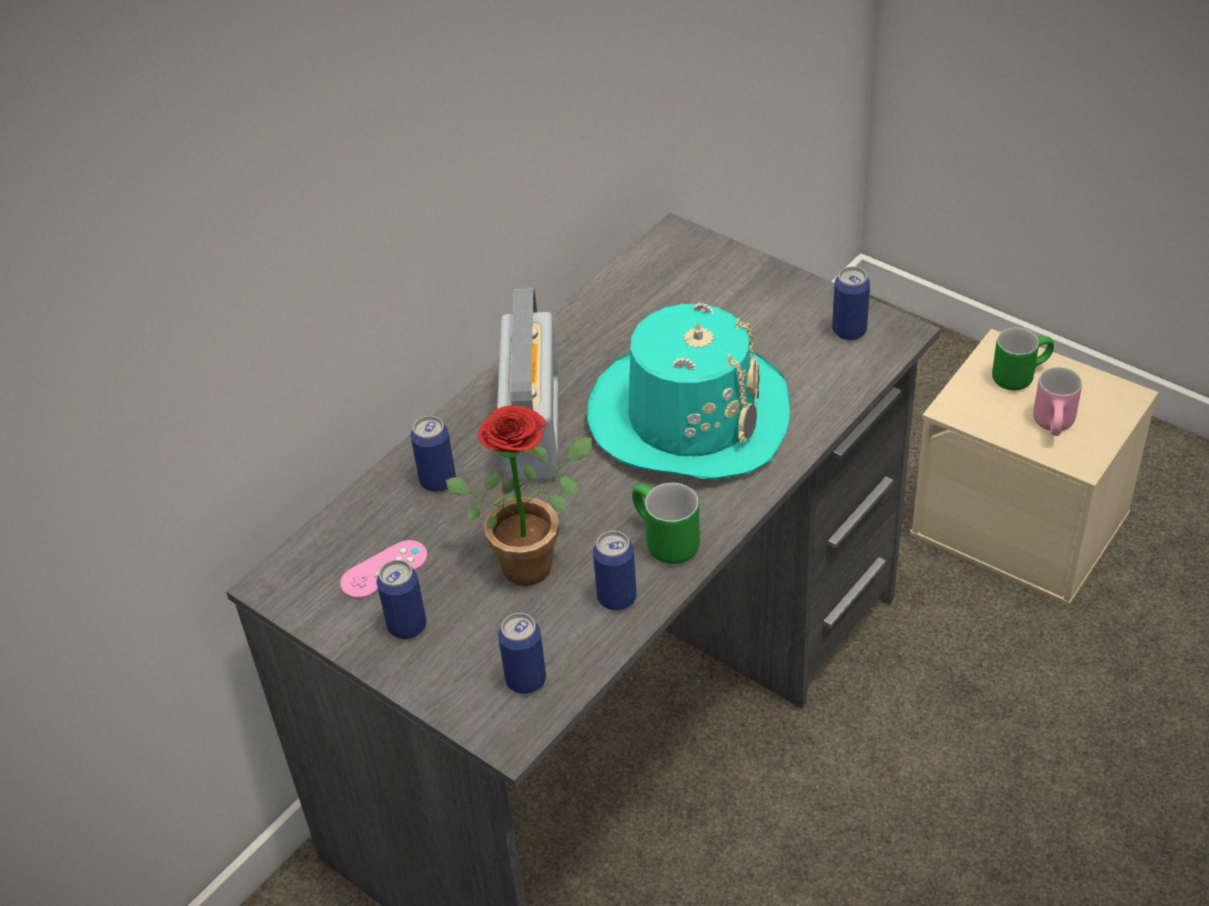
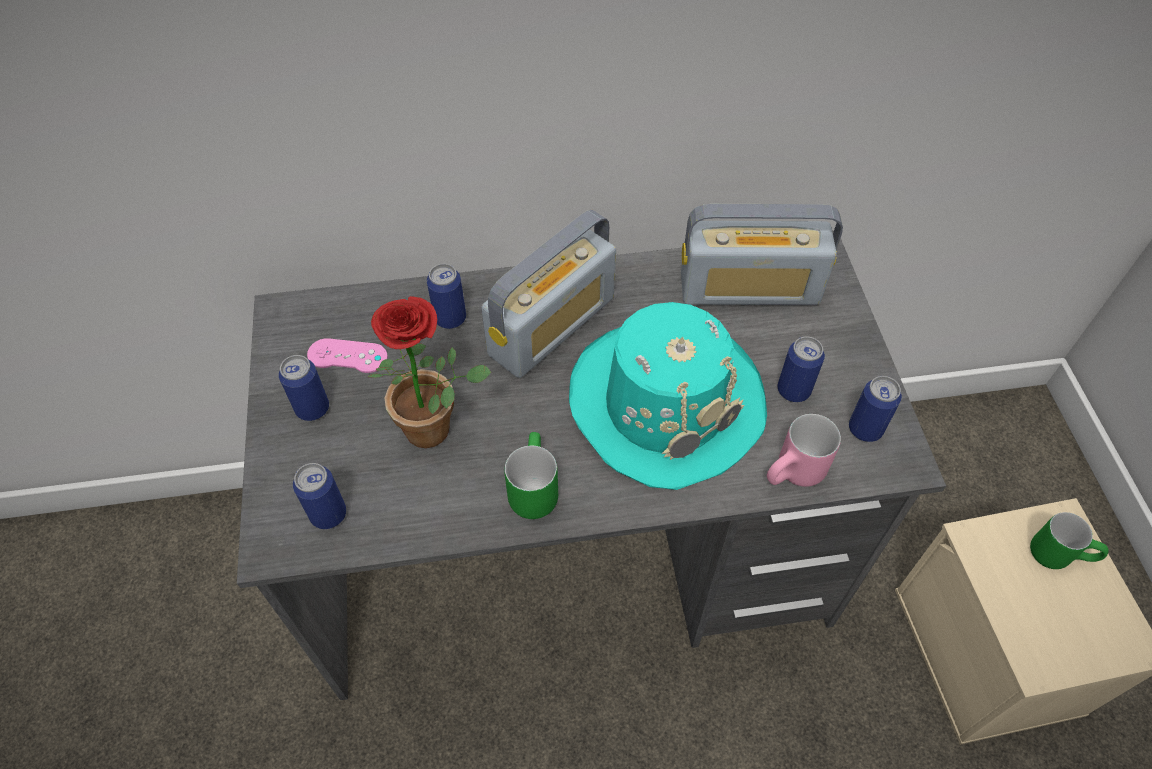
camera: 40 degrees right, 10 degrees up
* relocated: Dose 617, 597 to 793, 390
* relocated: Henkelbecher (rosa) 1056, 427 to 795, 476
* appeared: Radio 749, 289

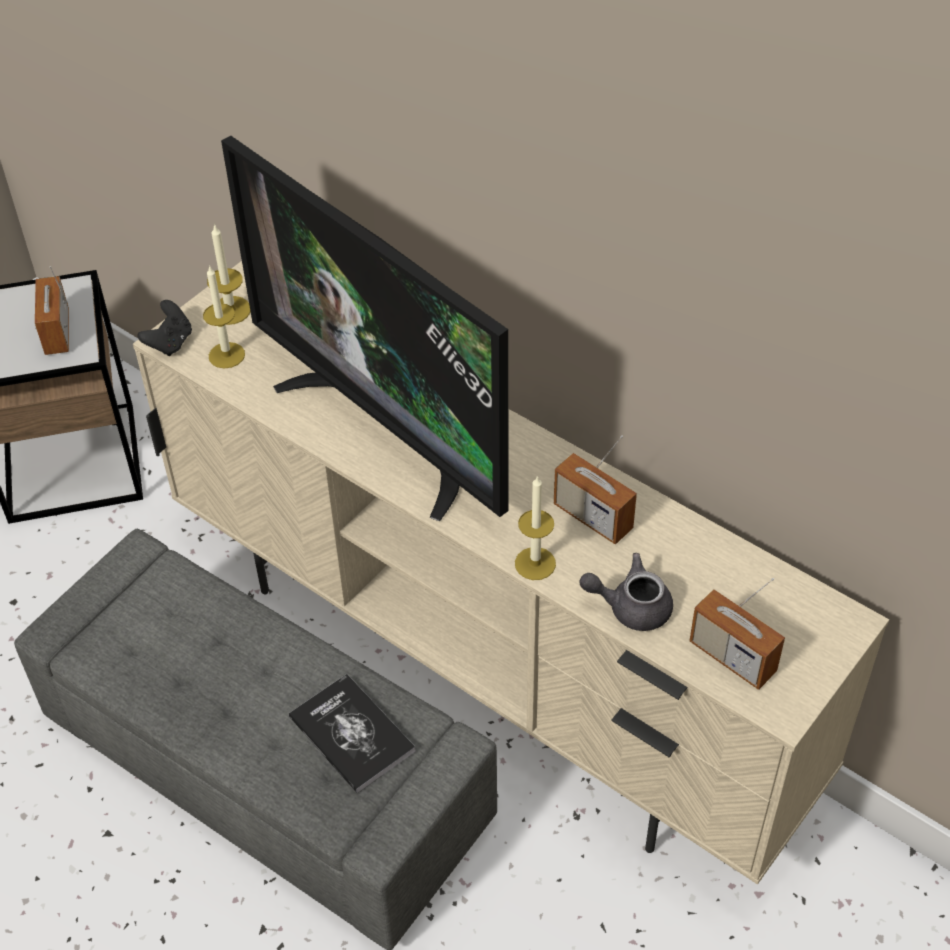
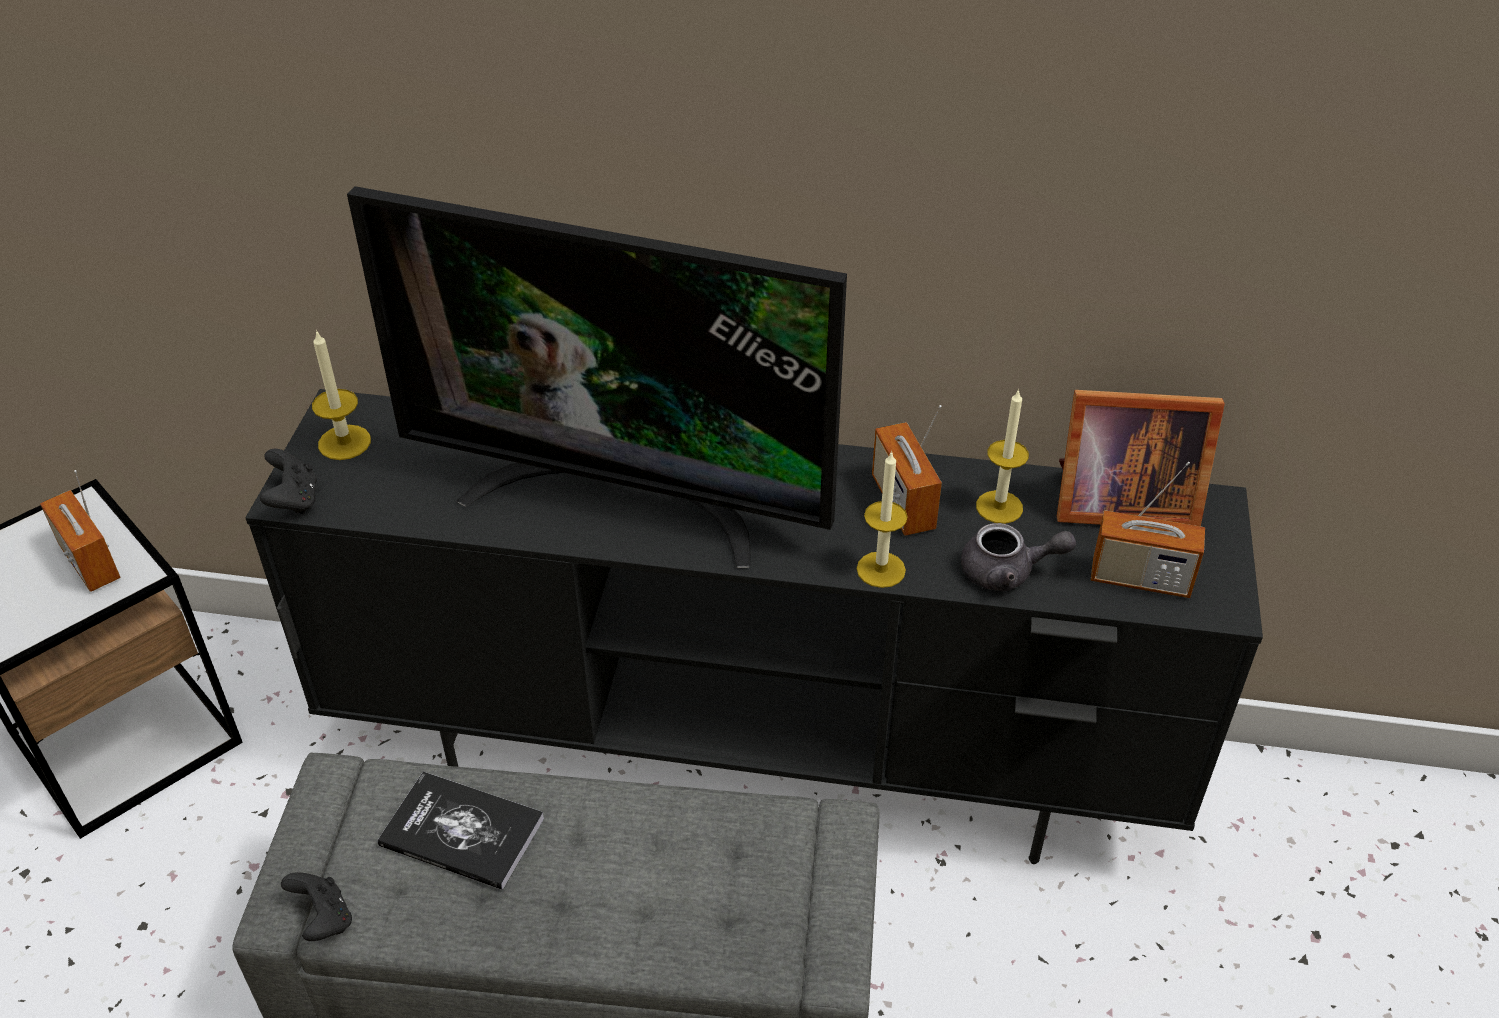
camera: 30 degrees left, 5 degrees down
* colour: Fernsehschrank (beige) 486, 672 to Fernsehschrank (schwarz) 755, 760
* relocated: Kerze 226, 355 to 999, 507
* relocated: Buch 351, 734 to 462, 832
* spun: Radio 592, 517 = 902, 503 60 degrees clockwise
* spun: Teekanne (grau) 630, 607 = 1007, 572 150 degrees counterclockwise
* appeared: Gamepad (schwarz) 323, 919
* appeared: Bilderrahmen 1118, 503

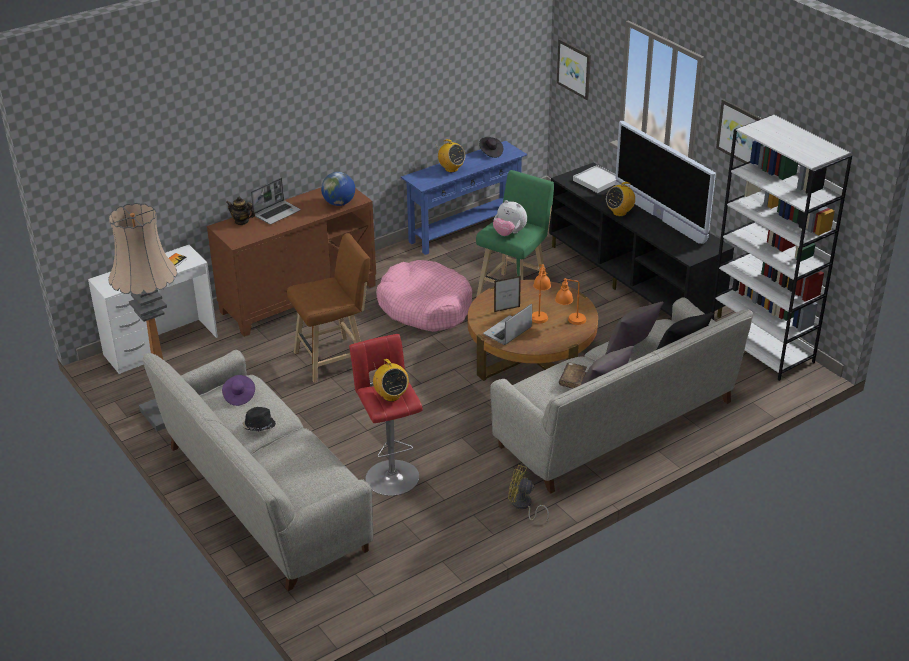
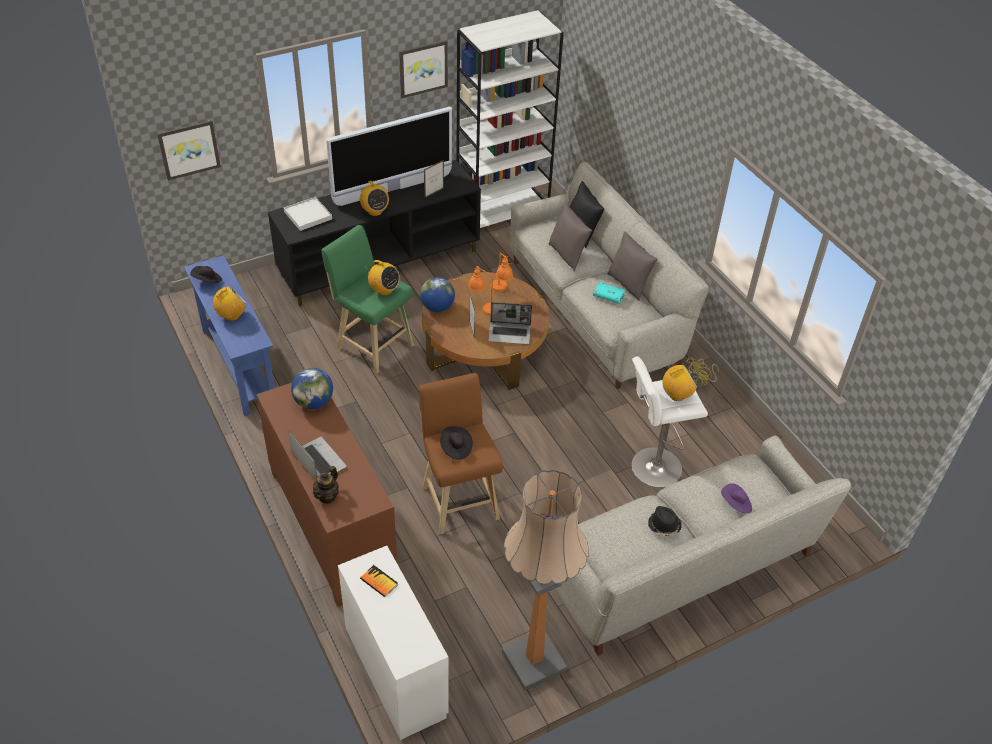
camera: 85 degrees left, 10 degrees up
* relocated: Hut (lila) 239, 396 to 735, 504
* colour: Hocker (rot) 390, 475 to Hocker (weiß) 652, 468
* missing: Hundebett (rosa) 425, 307
* spun: Laptop 507, 332 = 510, 333 45 degrees counterclockwise
* exchanged: Plüschtier 509, 233 to Radio 384, 290
* colour: Buch (braun) 572, 379 to Buch (türkis) 608, 296
* appeared: Globus 437, 307
* appeared: Bilderrahmen 434, 193
* appeared: Hut (schwarz) 455, 448

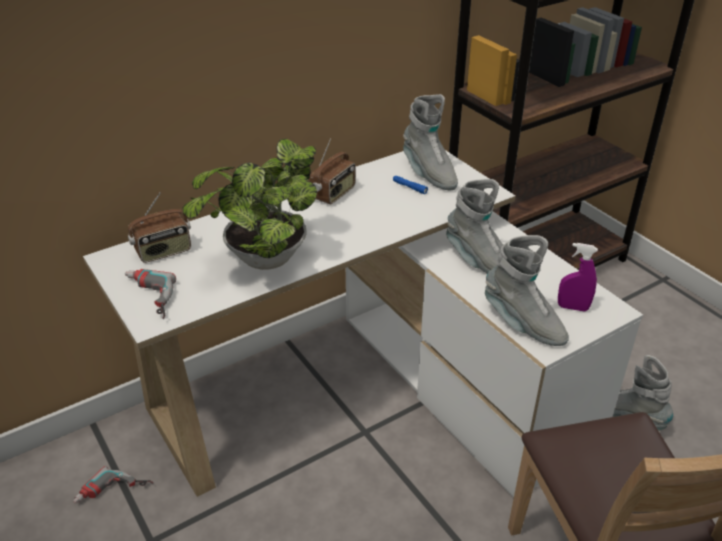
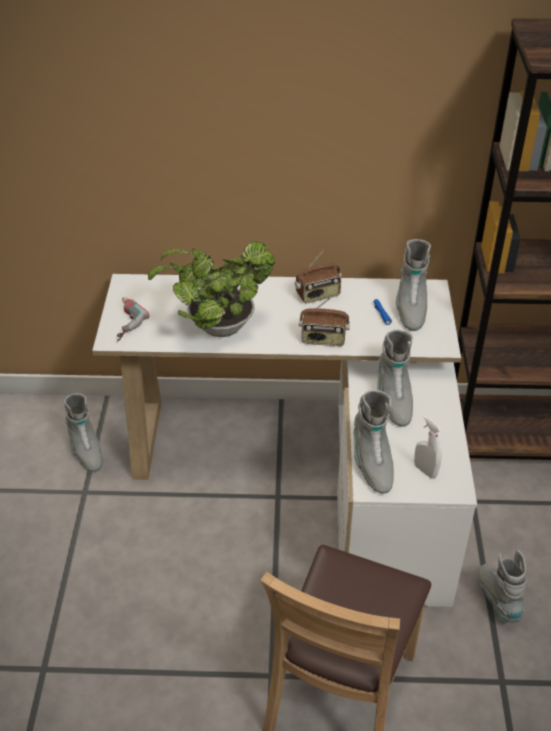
camera: 35 degrees right, 5 degrees up
* exchanged: Bohrmaschine 113, 494 to Stiefel (grau) 85, 450
* relocated: Radio 163, 252 to 323, 339
* colour: Sprühflasche (lila) 572, 307 to Sprühflasche (weiß) 425, 470

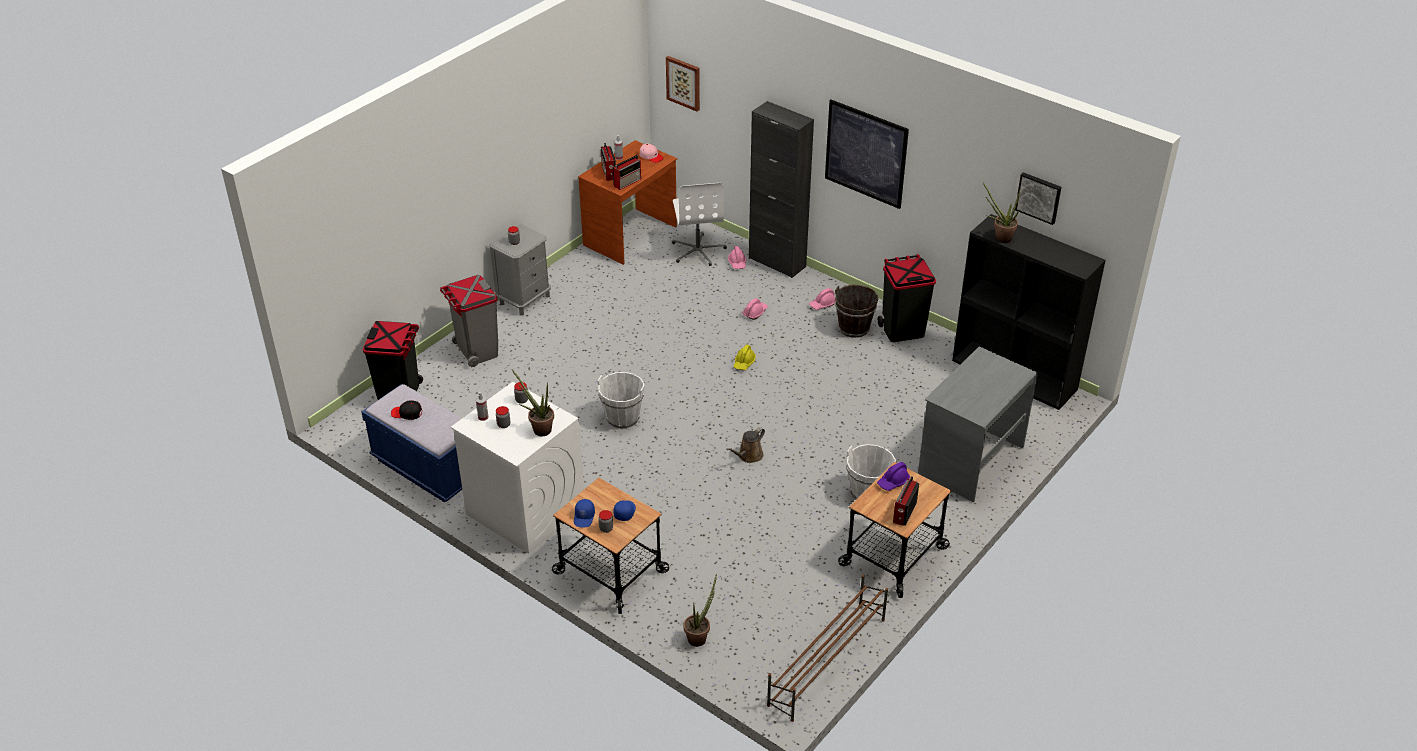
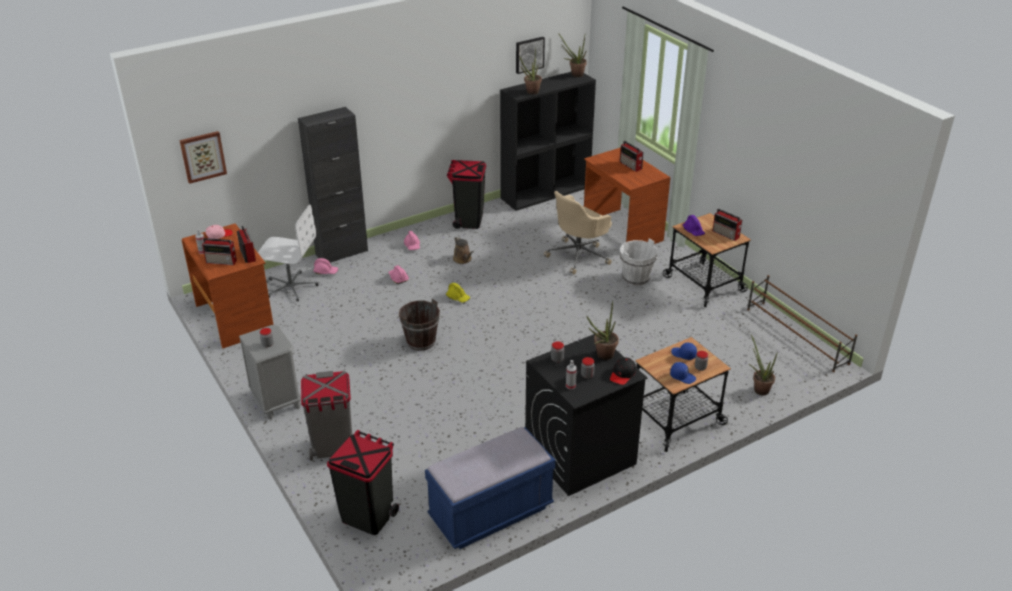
camera: 70 degrees left, 5 degrees down
* relocated: Kappe (schwarz) 407, 413 to 622, 374
* colour: Waschmaschine (weiß) 525, 510 to Waschmaschine (schwarz) 579, 456
* missing: Eimer (weiß) 623, 418
* relocated: Gießkanne (braun) 748, 456 to 463, 260
* missing: Bild 866, 153
* relocated: Eimer (braun) 854, 328 to 421, 341
* colour: Schreibtisch (grau) 970, 460 to Schreibtisch (braun) 621, 231
* appeared: Bürostuhl (beige) 579, 256
* appeared: Topfpflanze 574, 74
* appeared: Radio 631, 166

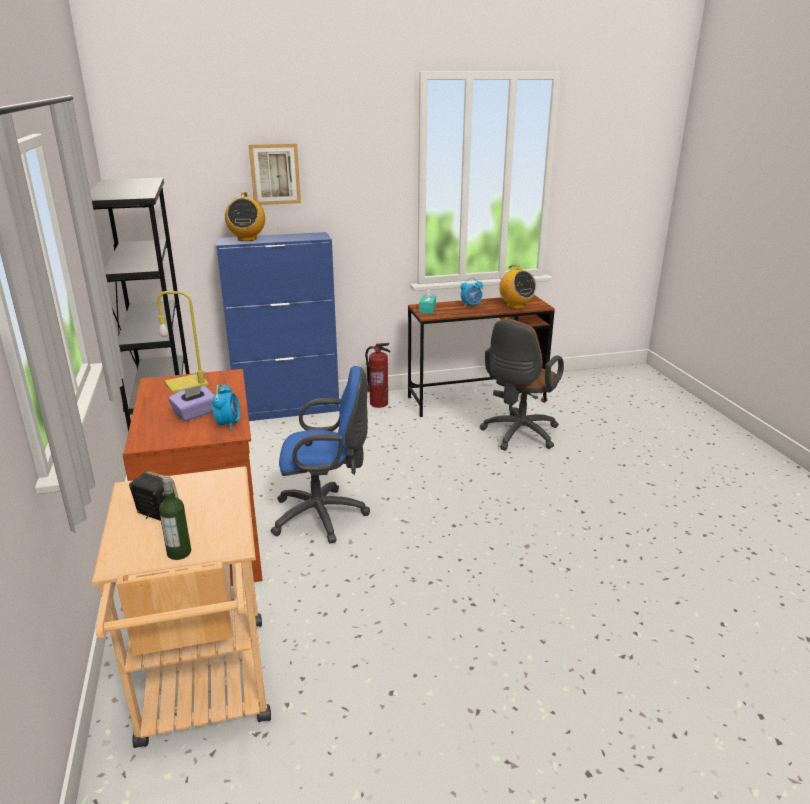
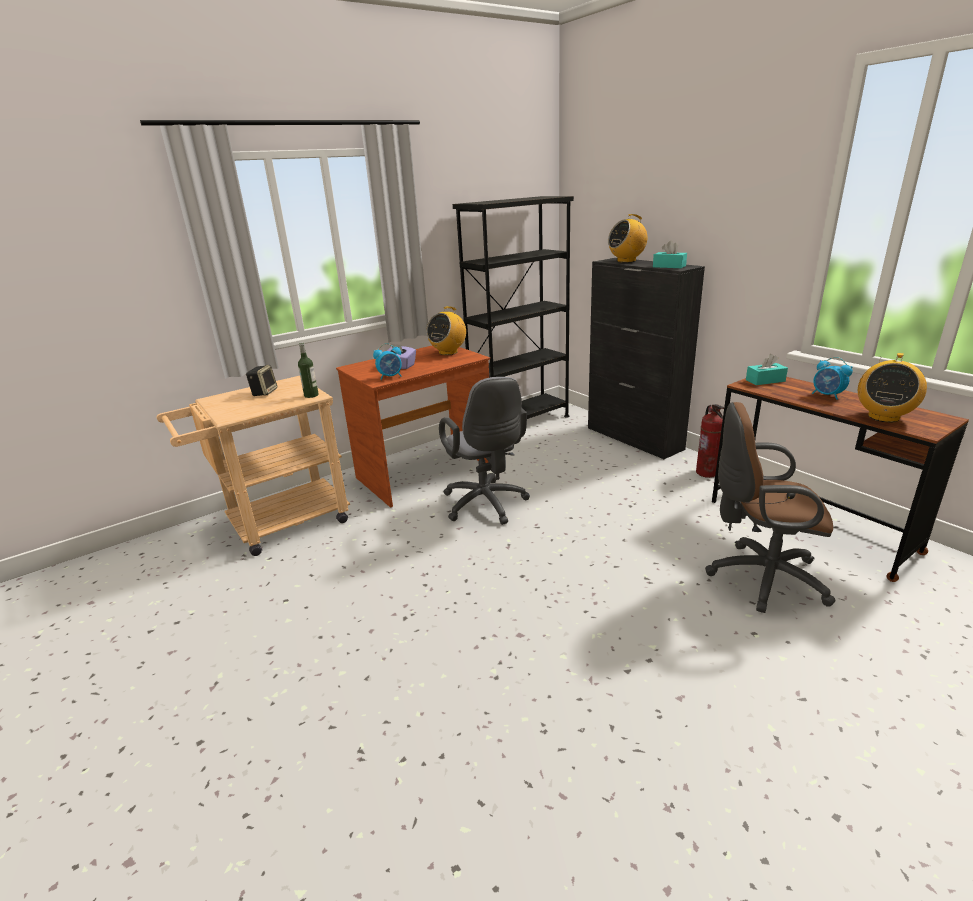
camera: 70 degrees right, 0 degrees up
* exchanged: Tischlampe (gelb) 187, 383 to Radio 448, 352
* relocated: Flasche 179, 553 to 311, 395
* colour: Schrank (blau) 288, 409 to Schrank (schwarz) 634, 438
* missing: Bild 275, 174
* colour: Bürostuhl (blau) 324, 516 to Bürostuhl (grau) 486, 505
* appeared: Taschentuchbox (türkis) 669, 266

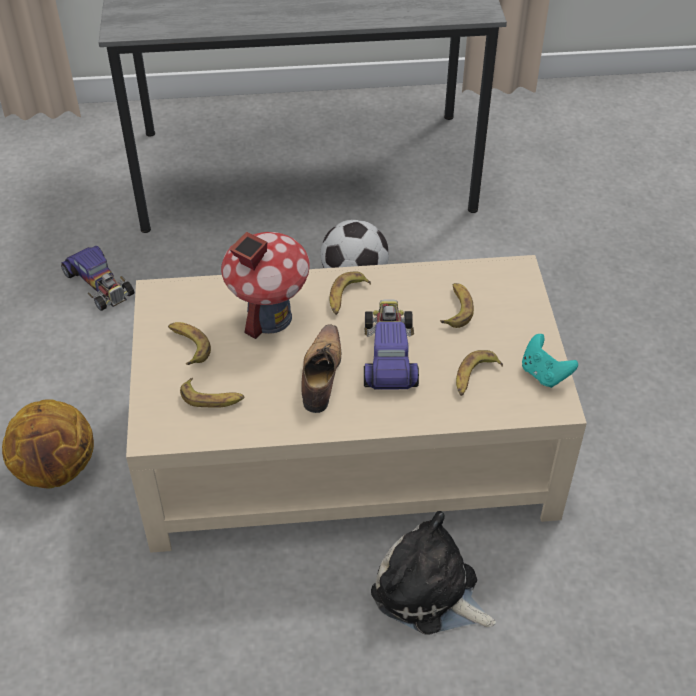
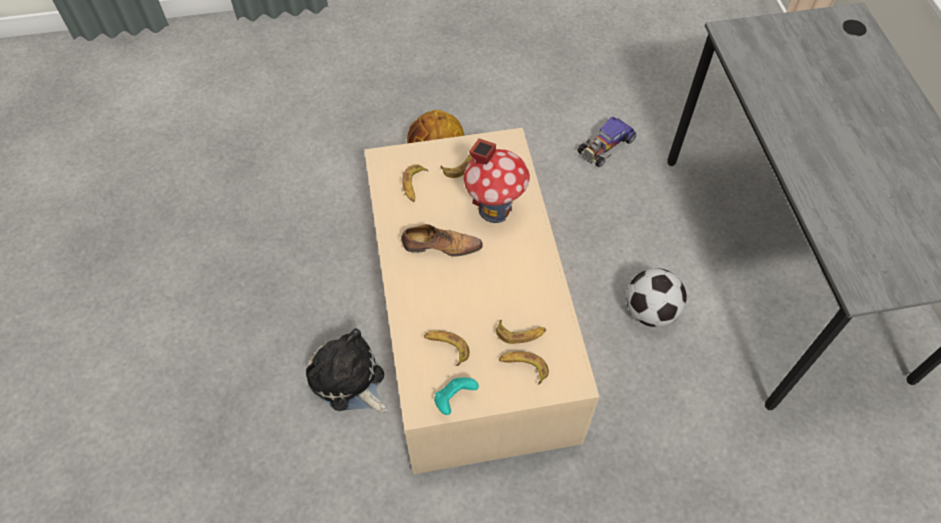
camera: 85 degrees right, 10 degrees up
* relocated: Banane 346, 297 to 523, 367
* missing: Spielzeugauto 389, 354
* spun: Plüschtier 429, 592 = 349, 381 75 degrees counterclockwise

